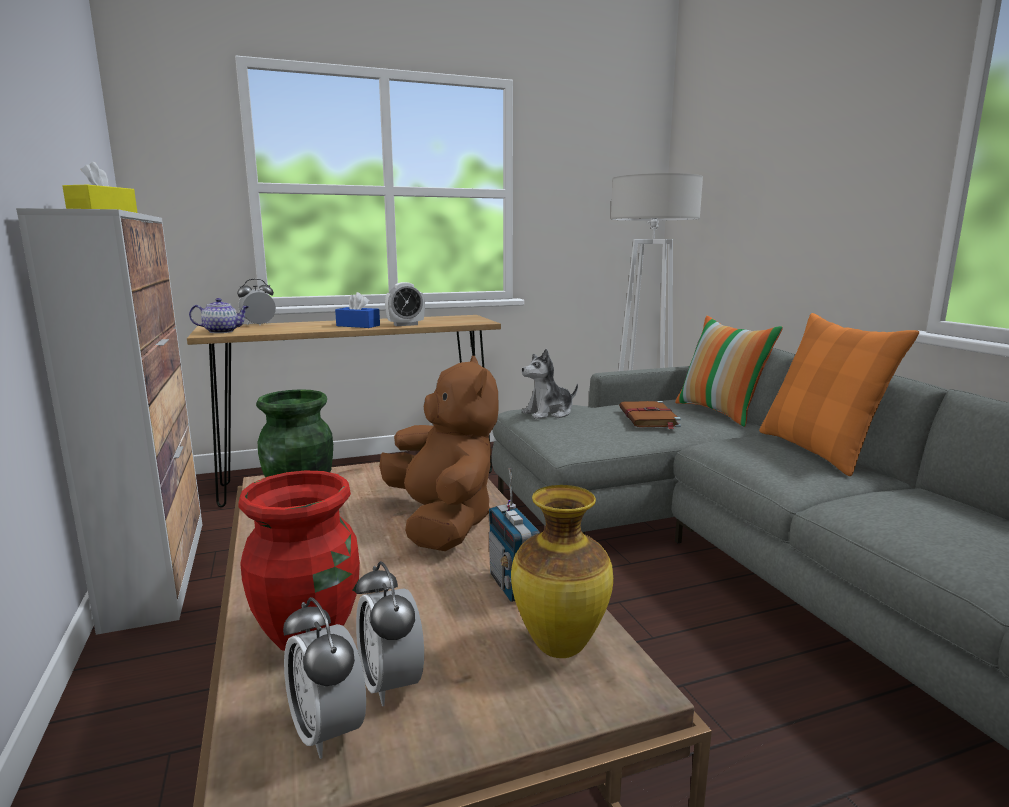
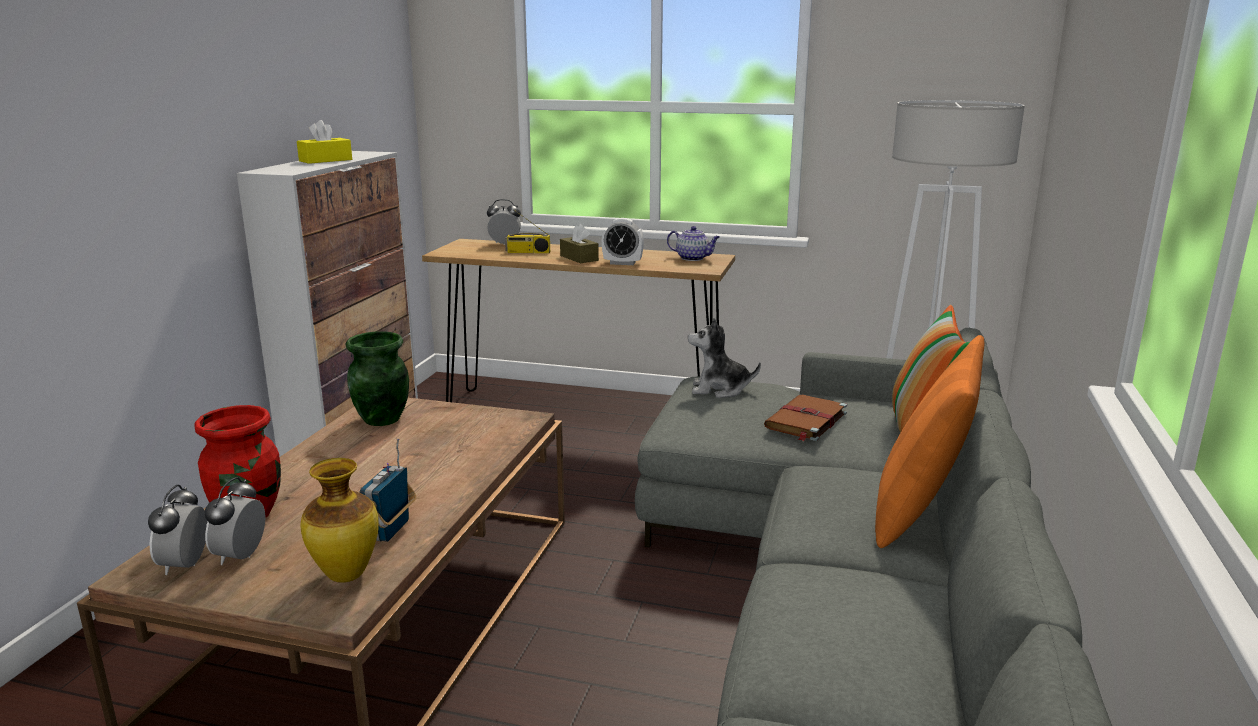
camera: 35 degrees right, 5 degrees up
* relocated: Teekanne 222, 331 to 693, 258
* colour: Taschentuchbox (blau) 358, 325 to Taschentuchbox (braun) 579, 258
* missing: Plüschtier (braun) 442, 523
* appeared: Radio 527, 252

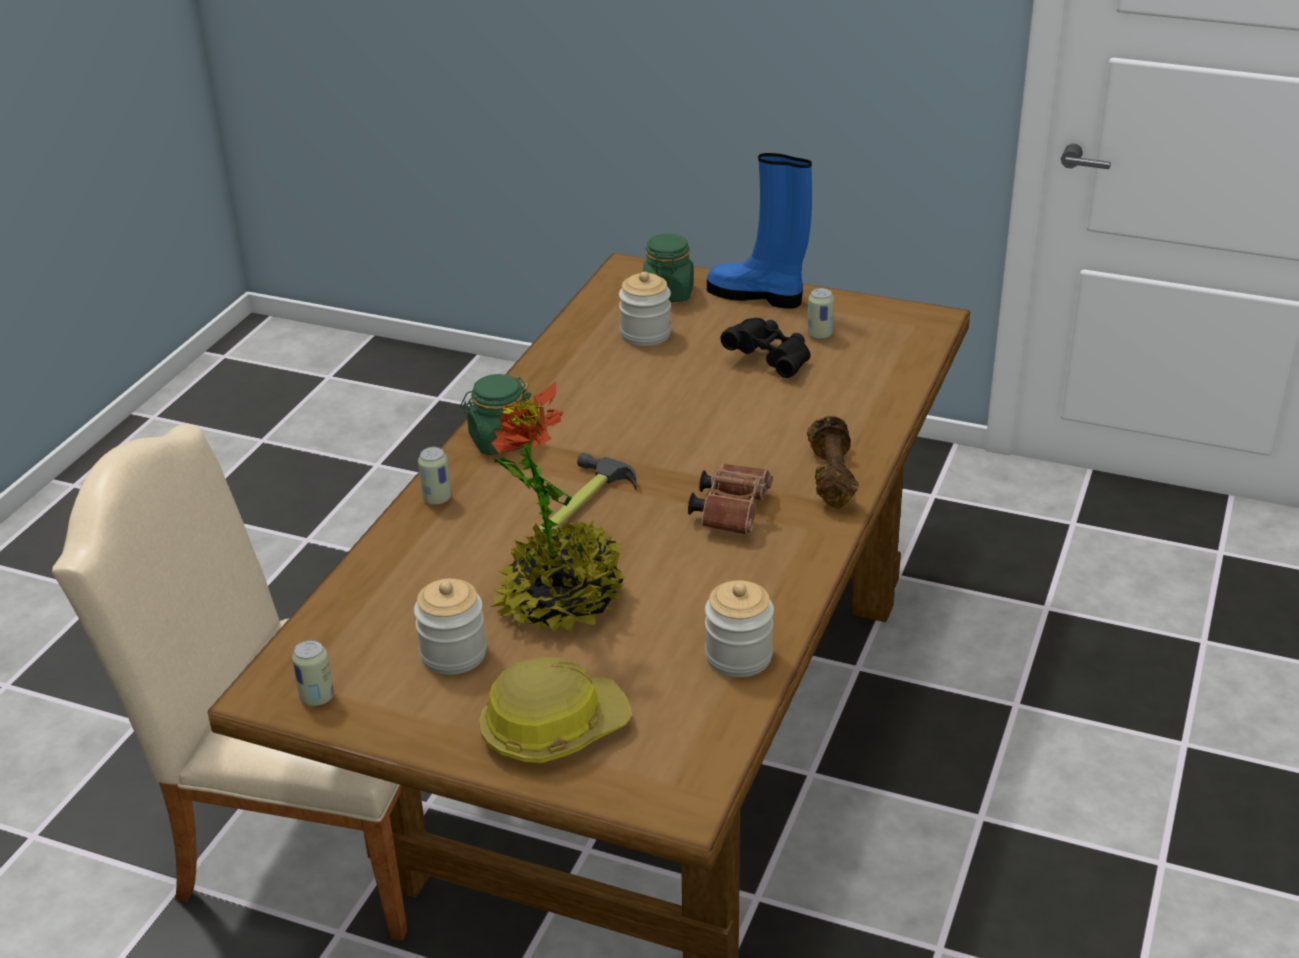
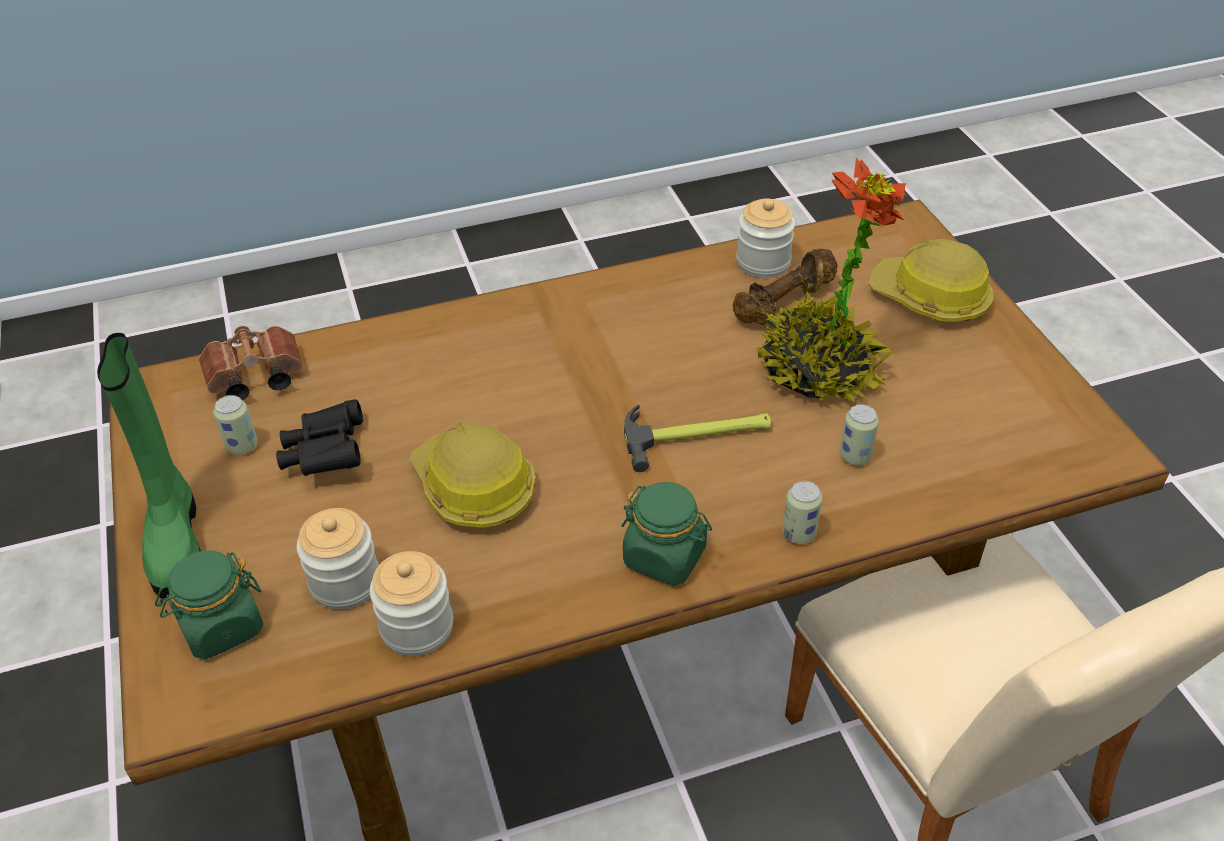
camera: 130 degrees left, 10 degrees up
* relocated: Dose 317, 697 to 855, 456
* relocated: Vorratsglas 453, 654 to 417, 627
* relocated: Fernglas (braun) 732, 511 to 253, 379
* colour: Stiefel (blau) 757, 296 to Stiefel (grün) 176, 541
* relocated: Hantel (braun) 830, 477 to 785, 303
* appeared: Schutzhelm 473, 488

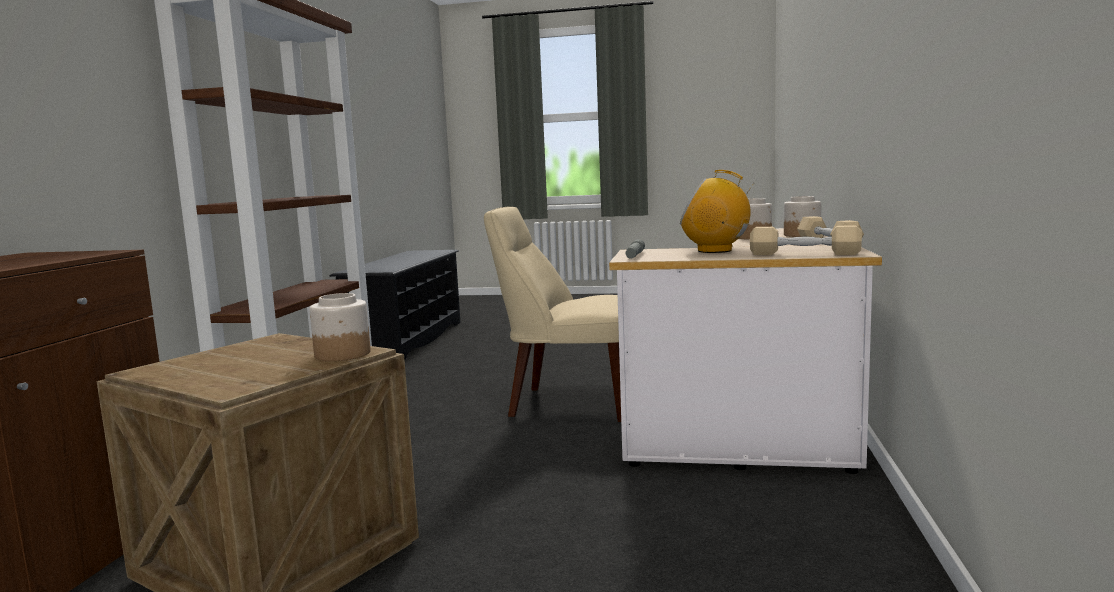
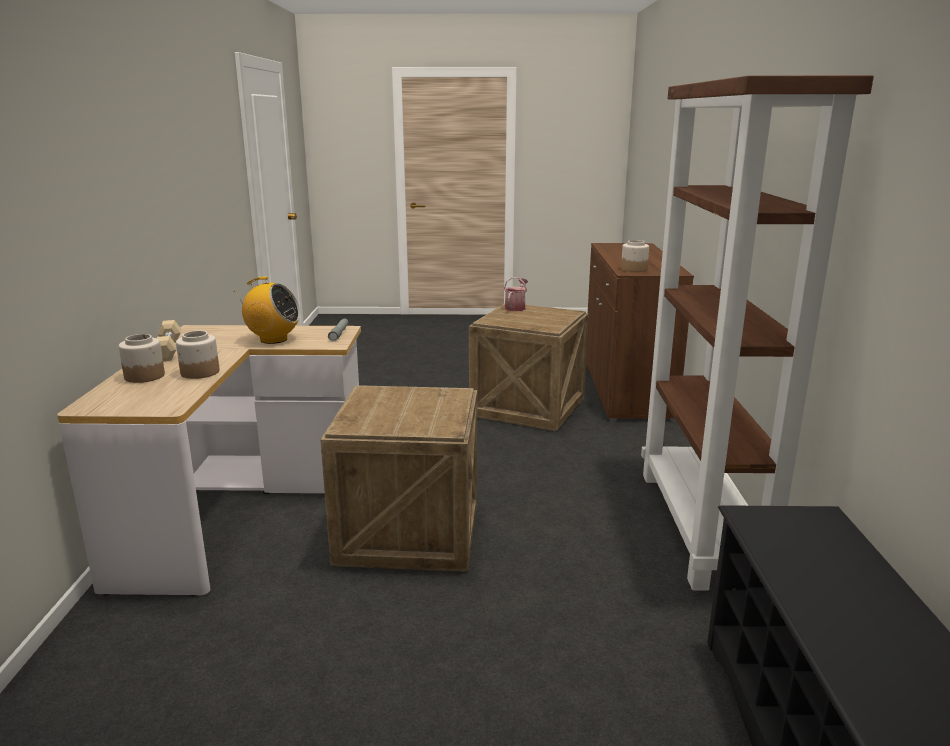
camera: 170 degrees right, 10 degrees up
* relocated: Vorratsglas 342, 354 to 634, 269
* exchanged: Stuhl (beige) 568, 403 to Kiste 410, 534
* missing: Hantel (beige) 804, 254
* appeared: Gießkanne 516, 307

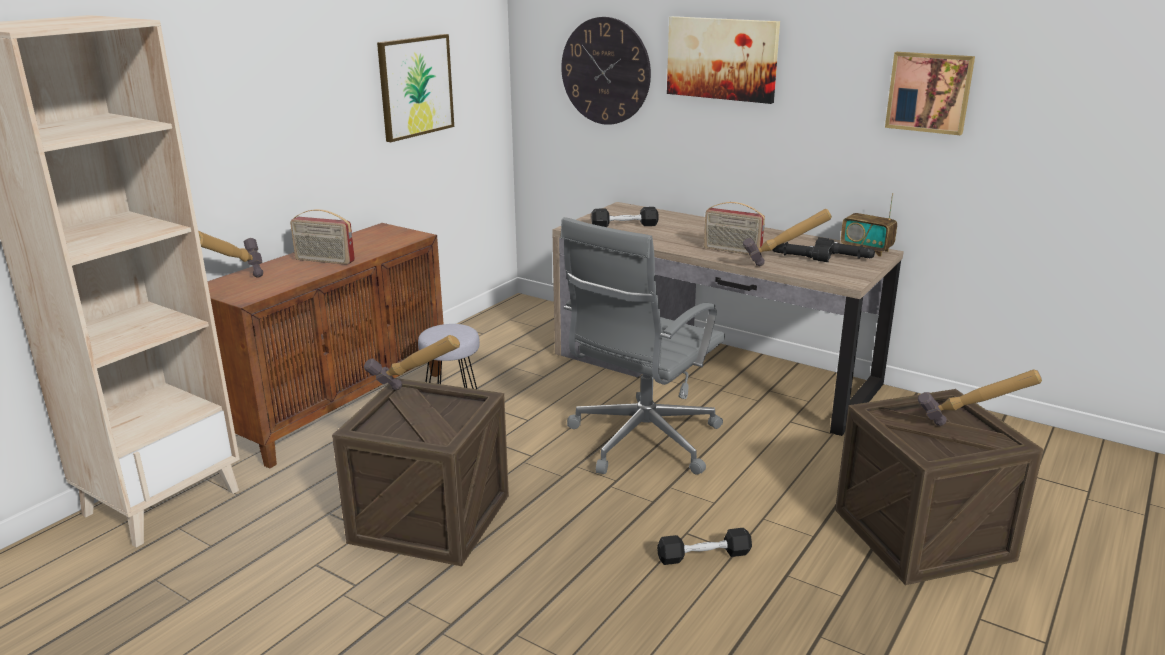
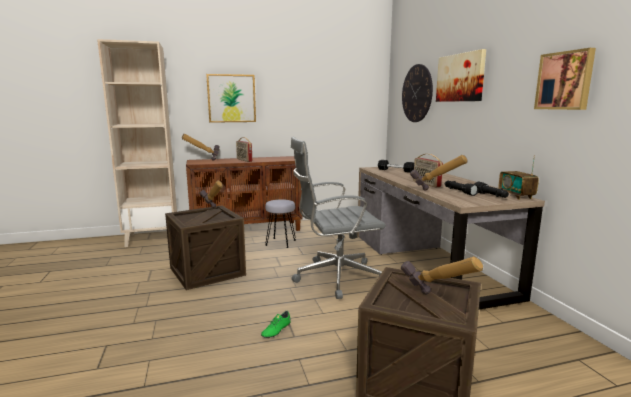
camera: 40 degrees right, 10 degrees down
* relocated: Bild 415, 86 to 231, 98
* exchanged: Hantel (schwarz) 703, 556 to Schuh (grün) 276, 330

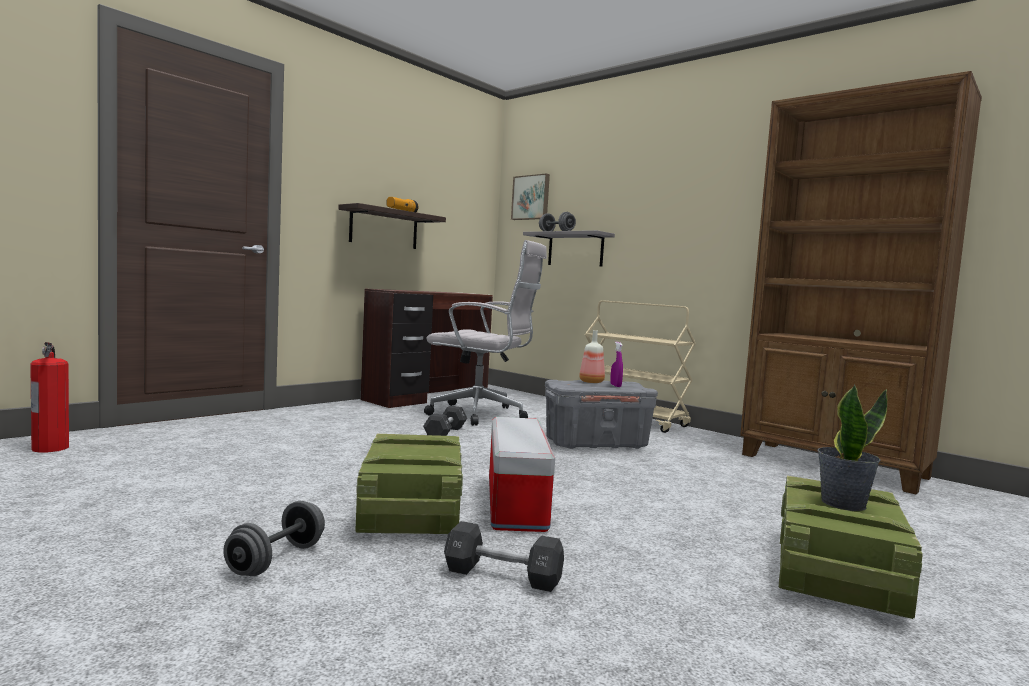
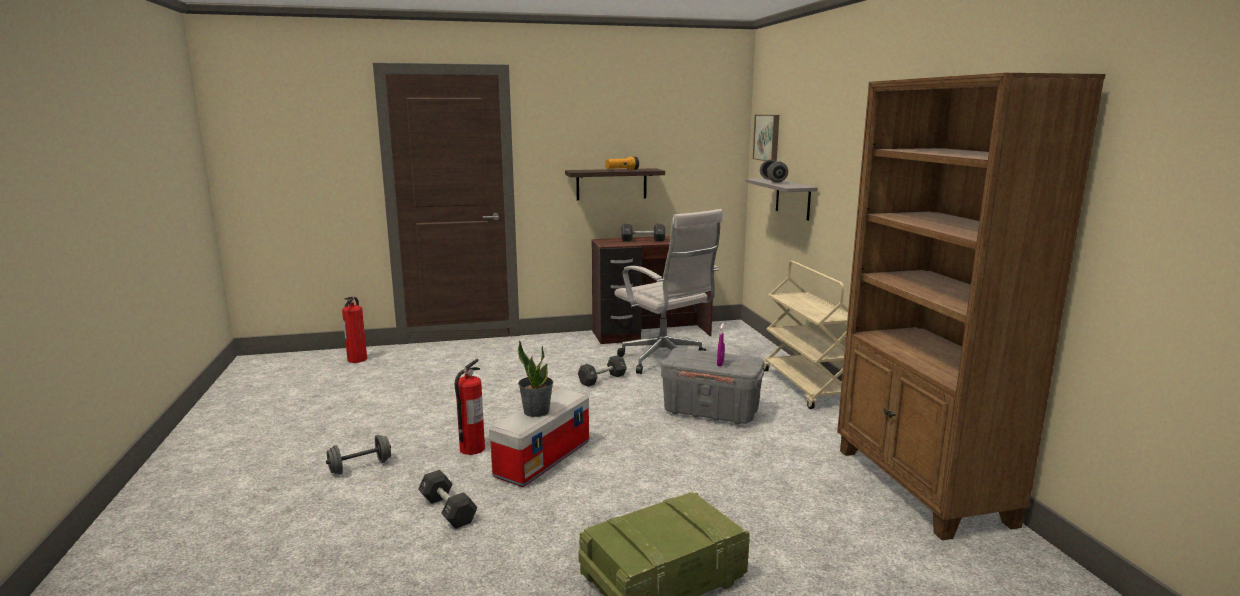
camera: 35 degrees right, 10 degrees up
* exchanged: Kiste 411, 510 to Feuerlöscher 471, 449
* missing: Flasche 592, 382
* relocated: Topfpflanze 842, 503 to 536, 411
* appeared: Hantel (schwarz) 643, 240

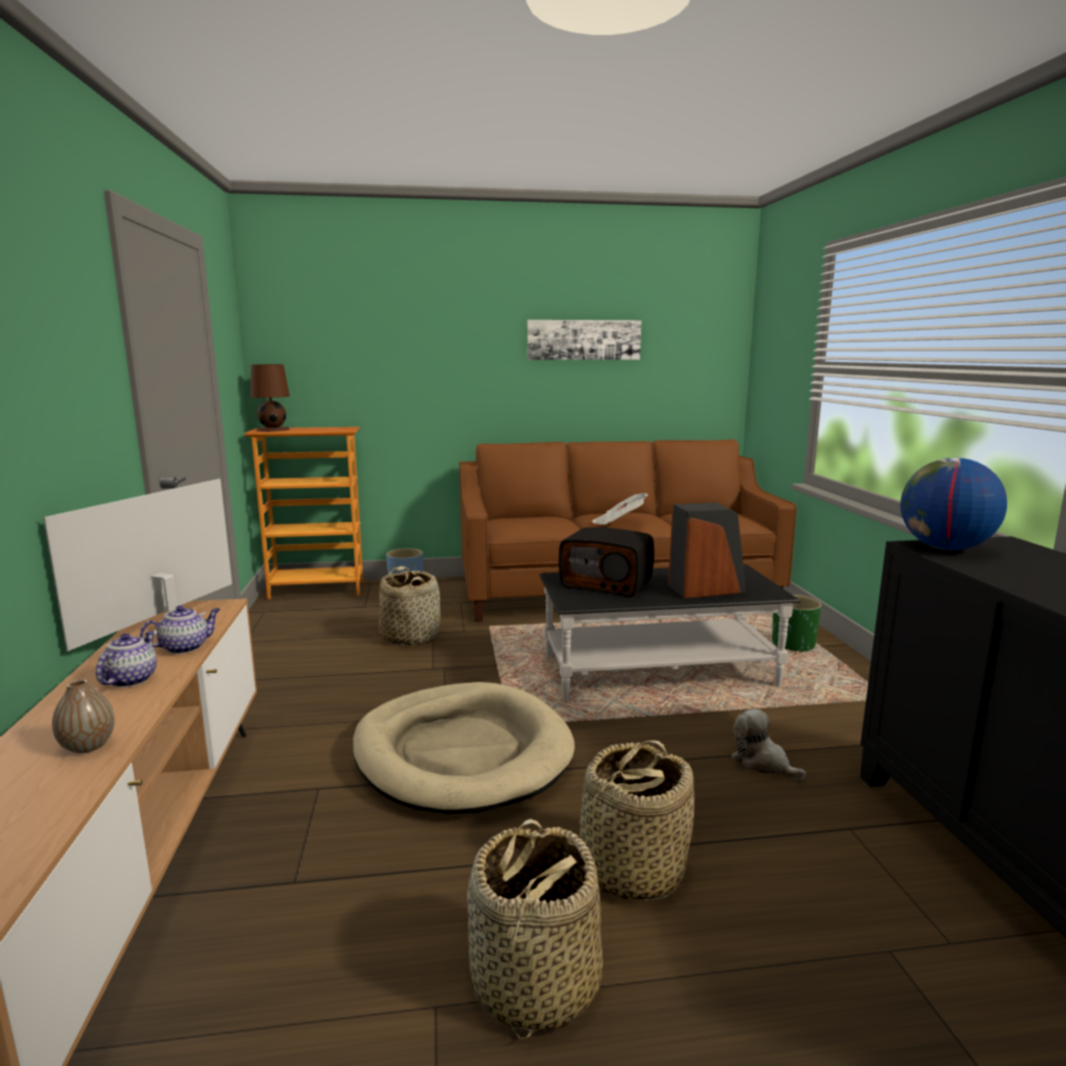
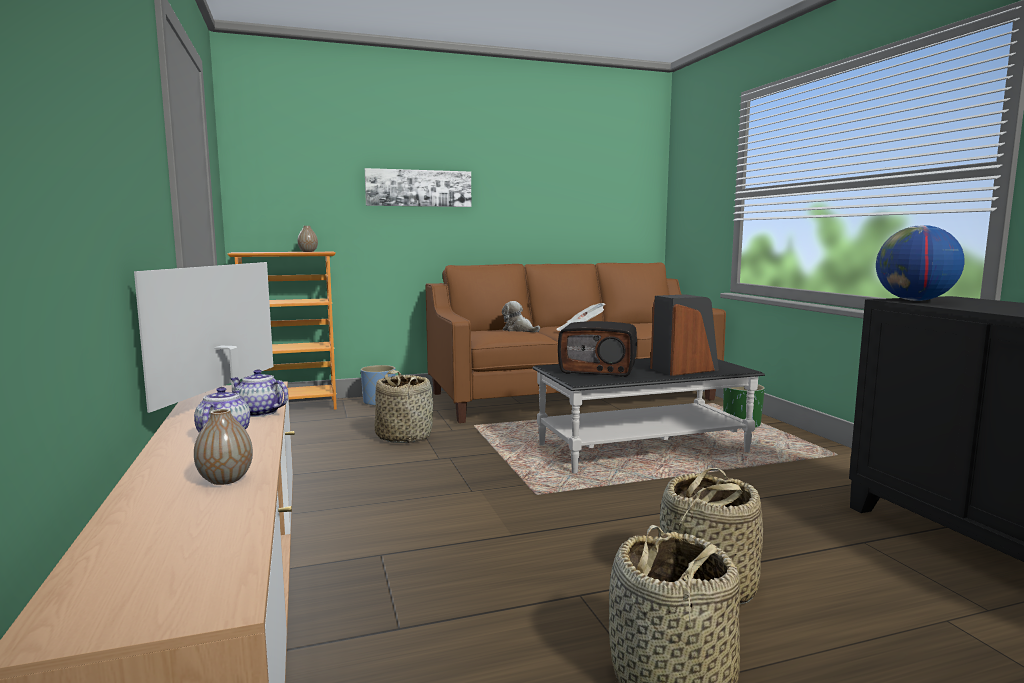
camera: 10 degrees left, 5 degrees down
* spun: Teekanne 185, 647 = 258, 413 105 degrees counterclockwise
* missing: Tischlampe (braun) 273, 429
* missing: Hundebett (beige) 462, 753
* relocated: Bild 583, 340 to 418, 188
* relocated: Plüschtier 762, 763 to 519, 330
* appeared: Vase 308, 251

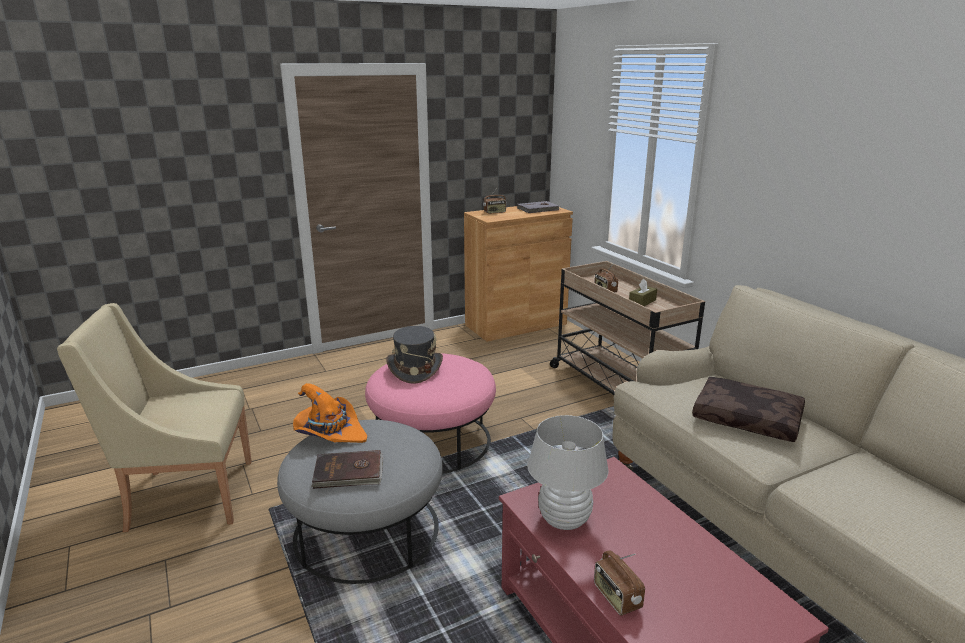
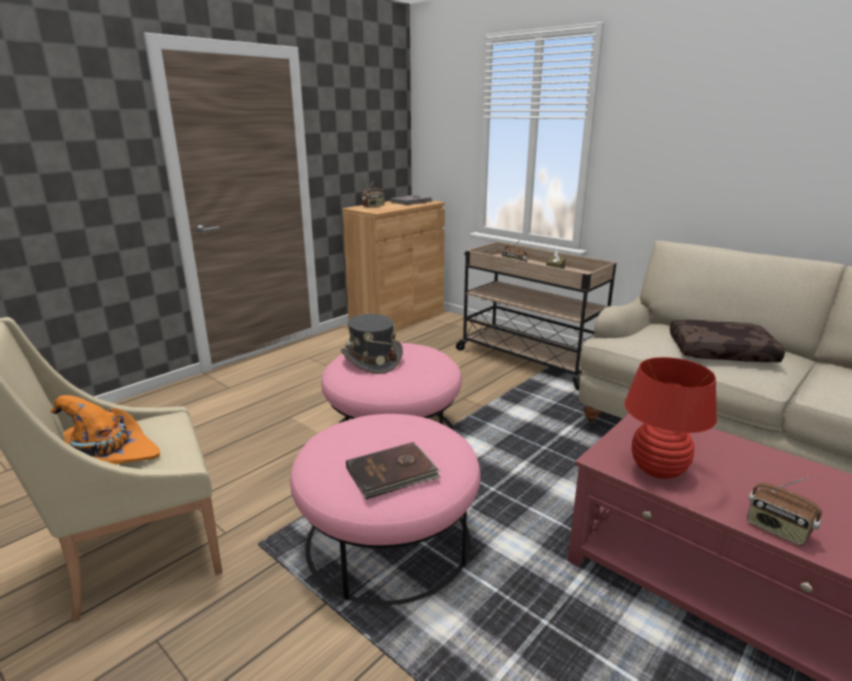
camera: 20 degrees left, 0 degrees up
* colour: Polsterhocker (grau) 366, 530 to Polsterhocker (rosa) 388, 539
* relocated: Hut (orange) 330, 432 to 105, 454
* colour: Tischlampe (weiß) 564, 520 to Tischlampe (rot) 657, 469

